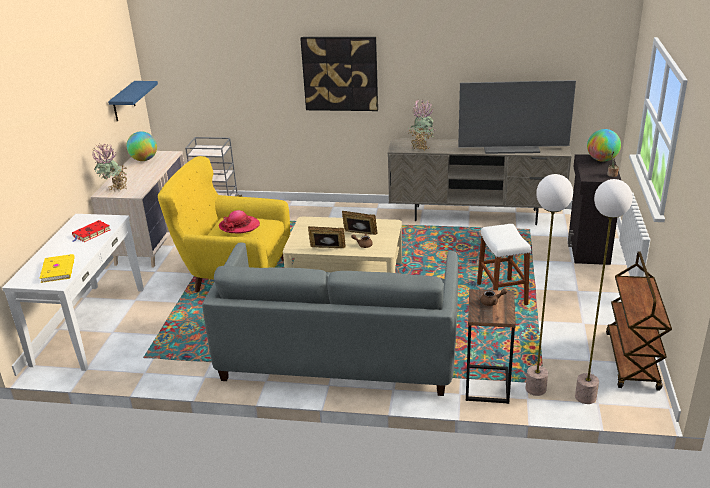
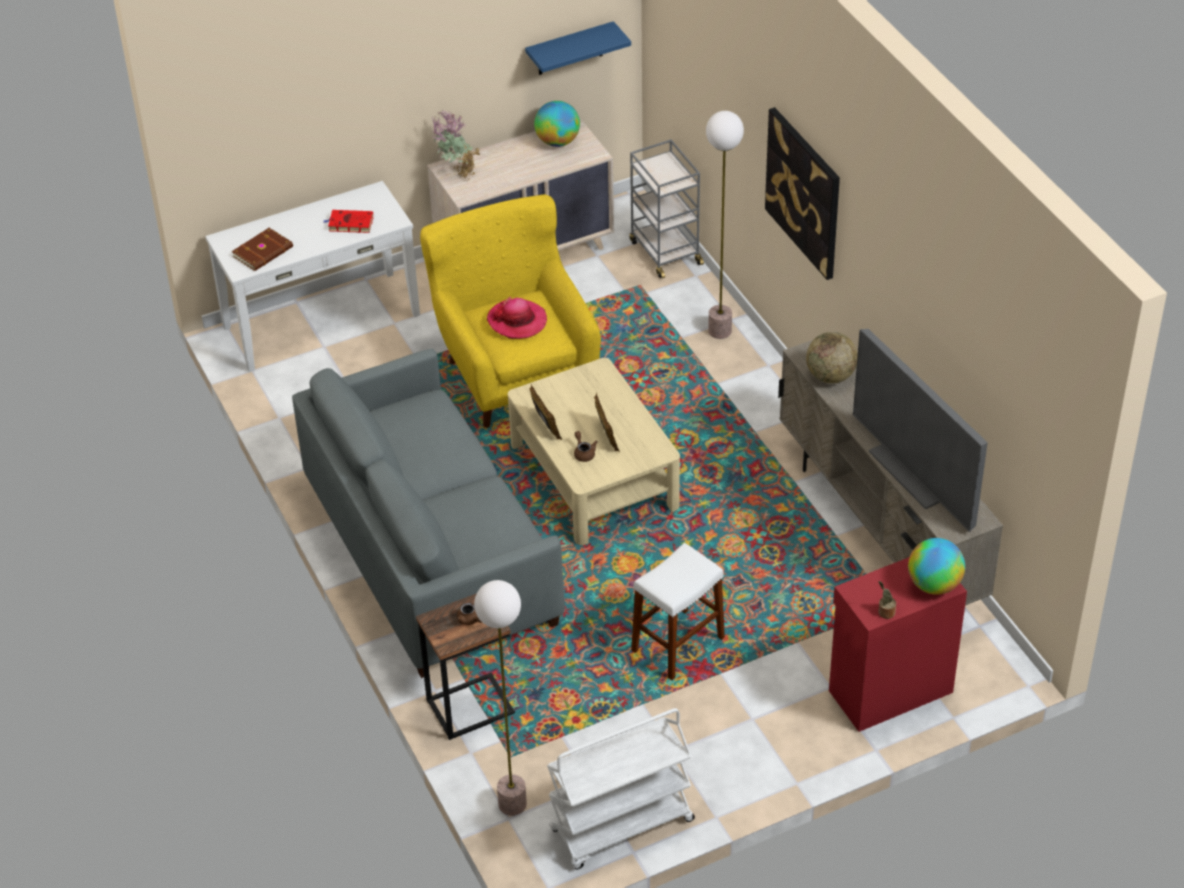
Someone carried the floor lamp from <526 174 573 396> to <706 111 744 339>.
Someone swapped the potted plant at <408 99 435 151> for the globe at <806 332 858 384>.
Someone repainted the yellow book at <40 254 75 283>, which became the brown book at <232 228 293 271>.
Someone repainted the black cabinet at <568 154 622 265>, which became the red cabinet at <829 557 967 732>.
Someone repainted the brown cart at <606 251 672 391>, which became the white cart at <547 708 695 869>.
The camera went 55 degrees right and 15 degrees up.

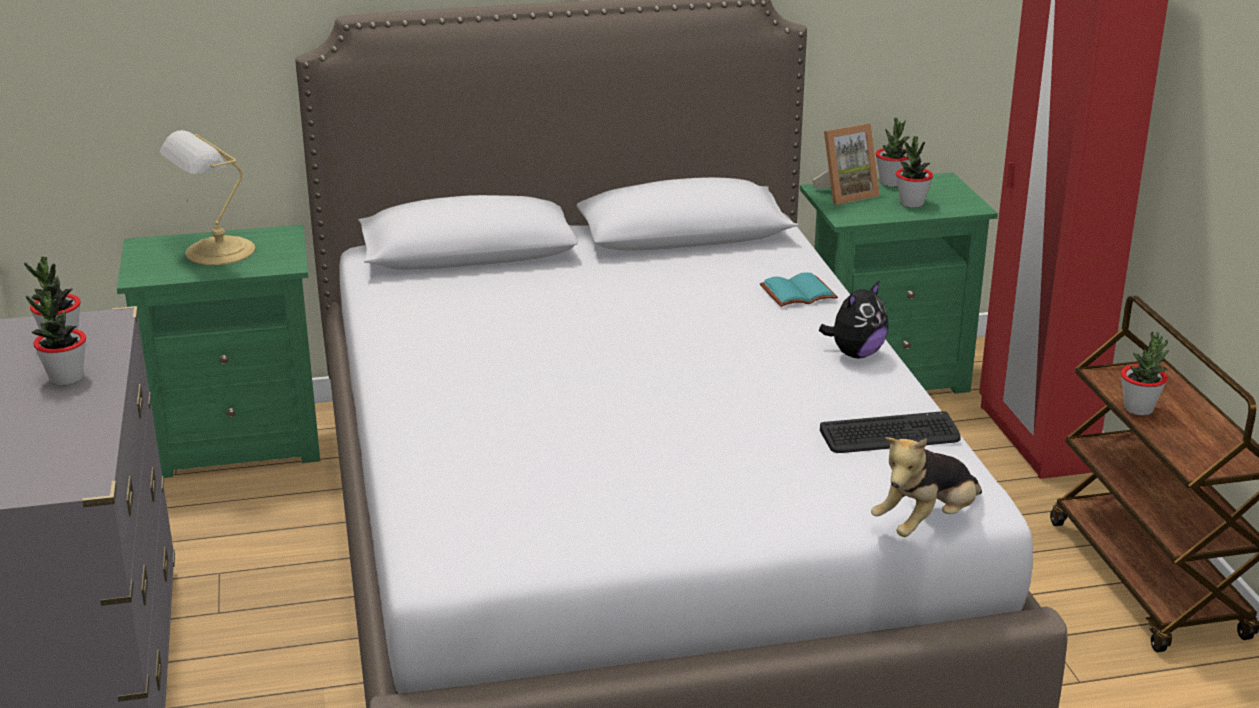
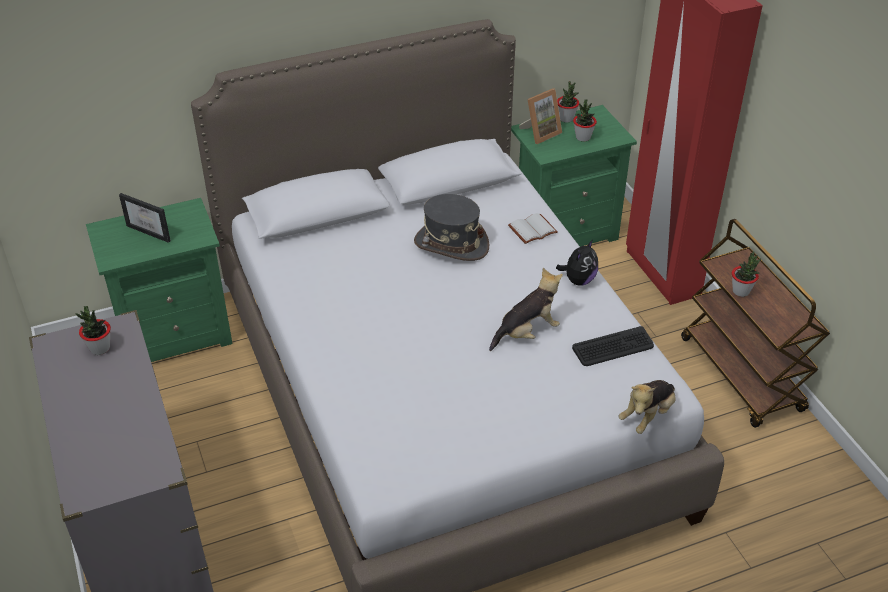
Someone took away the potted plant at <26 291 86 385>.
Someone put down the grey hat at <414 194 489 261>.
Someone put down the plush toy at <489 268 563 351>.
Someone swapped the table lamp at <159 130 255 265> for the picture frame at <119 193 171 243>.
Someone repainted the turquoise book at <760 272 838 307>, which became the white book at <508 213 558 244>.
The camera went 10 degrees left and 15 degrees up.

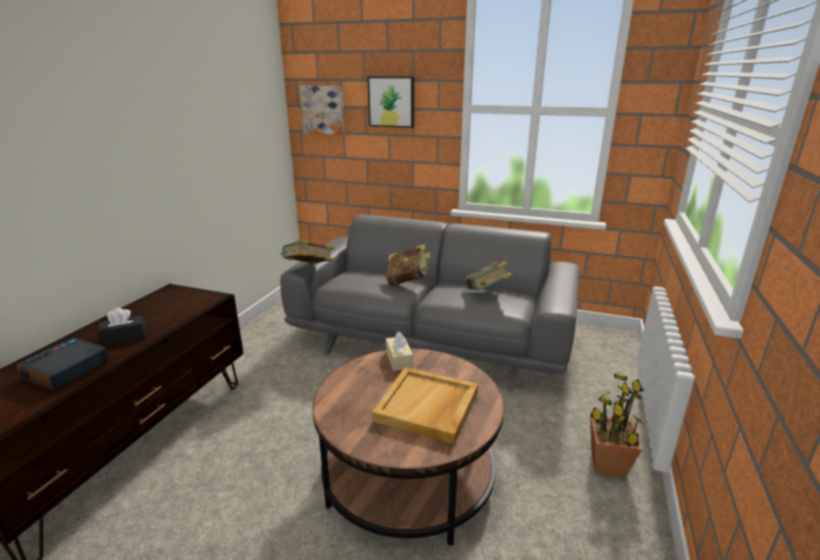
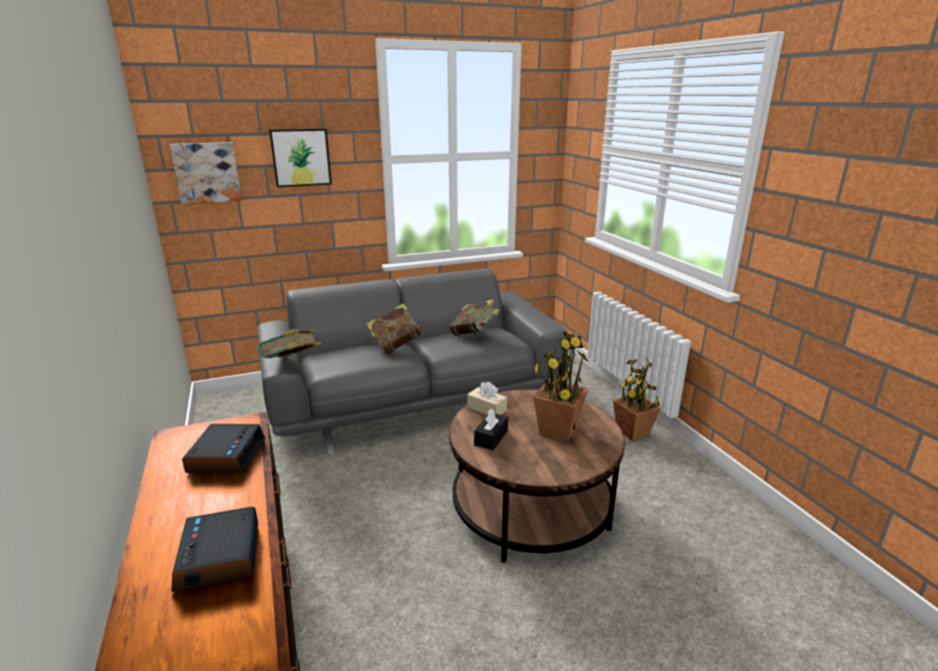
Someone put down the alarm clock at <182 424 266 474>.
Someone carried the black tissue box from <97 307 146 346> to <474 408 508 450>.
Someone swapped the beige tray at <372 367 478 444> for the potted plant at <533 332 588 441>.
The camera went 40 degrees left and 0 degrees up.

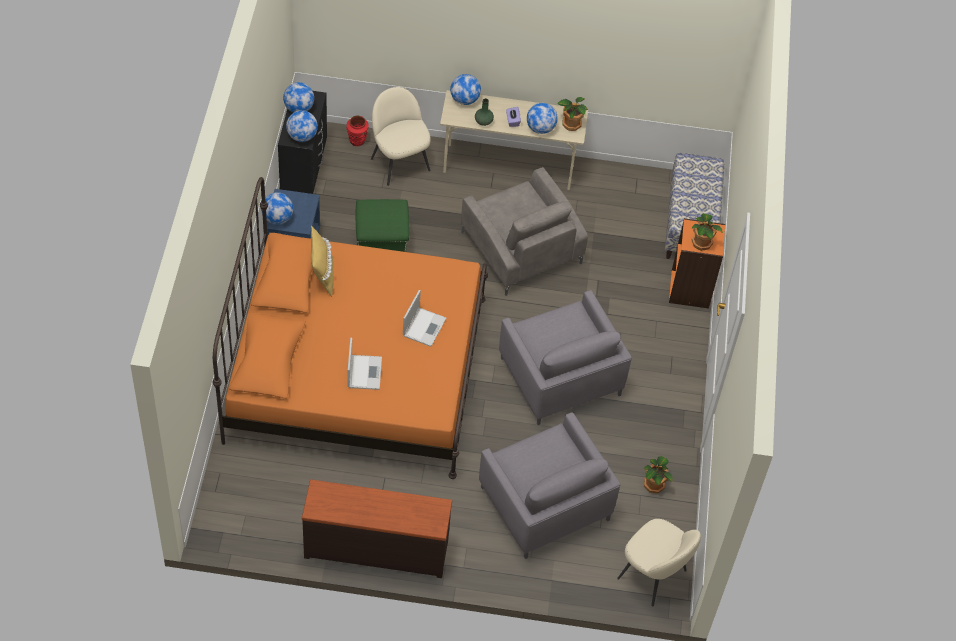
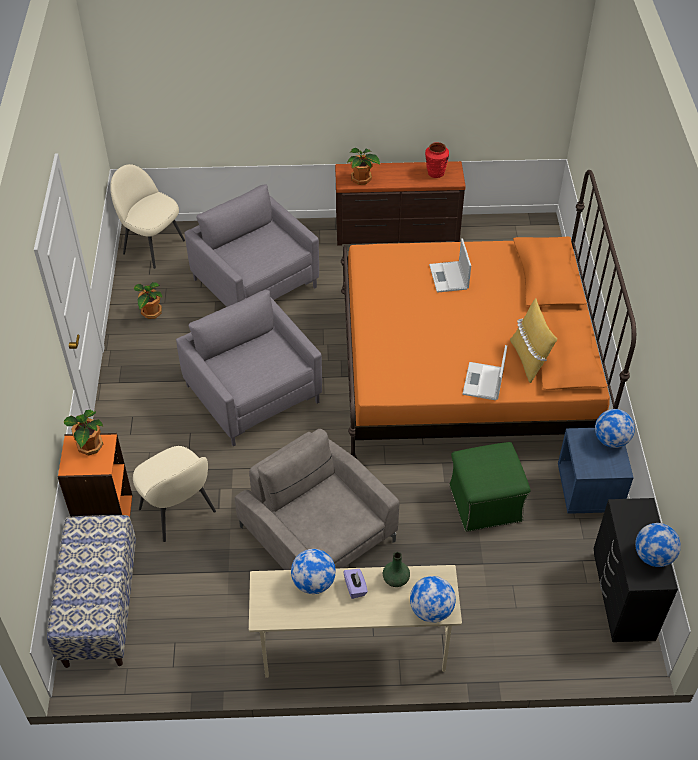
Someone took away the globe at <286 110 318 142>.
Someone carried the red vase from <347 116 369 146> to <425 142 449 178>.
Someone carried the beige chair from <371 87 431 186> to <133 446 216 542>.
Someone carried the laptop from <403 290 446 347> to <463 345 507 400>.
Someone carried the potted plant from <557 97 588 131> to <347 148 380 185>.
The camera went 175 degrees right and 5 degrees down.

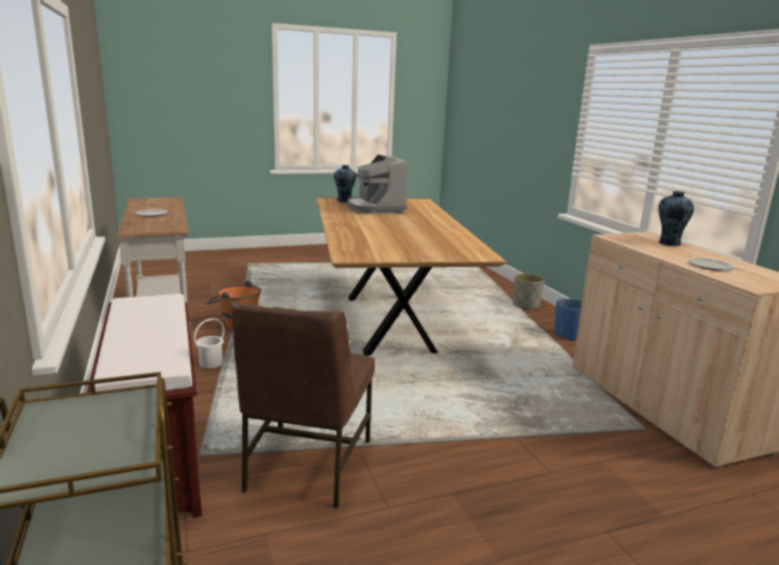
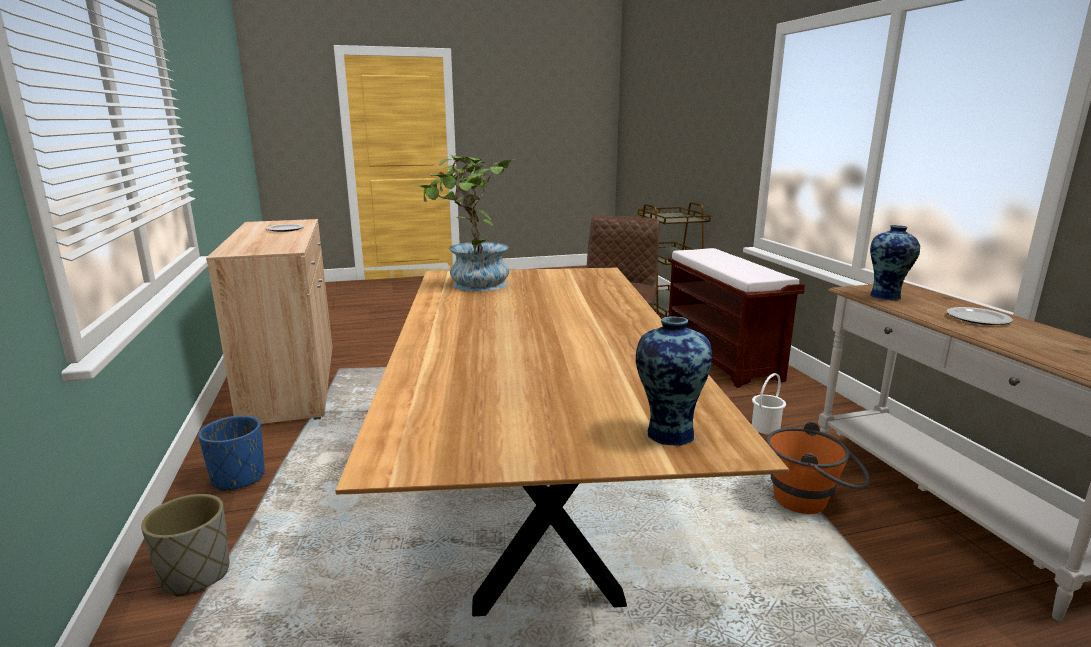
Someone took away the coffee machine at <347 154 408 214>.
Someone put down the potted plant at <413 155 513 291>.
Someone carried the vase from <658 191 694 246> to <870 225 920 301>.
The camera went 175 degrees left and 0 degrees up.

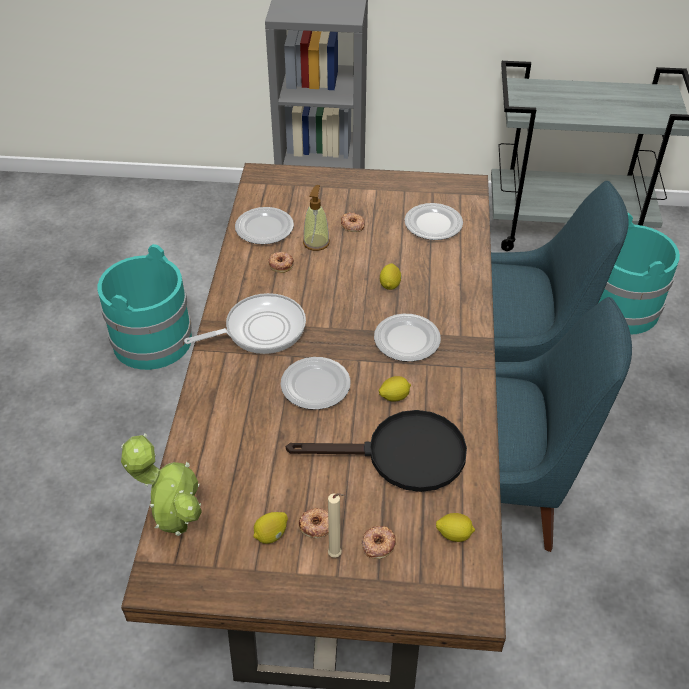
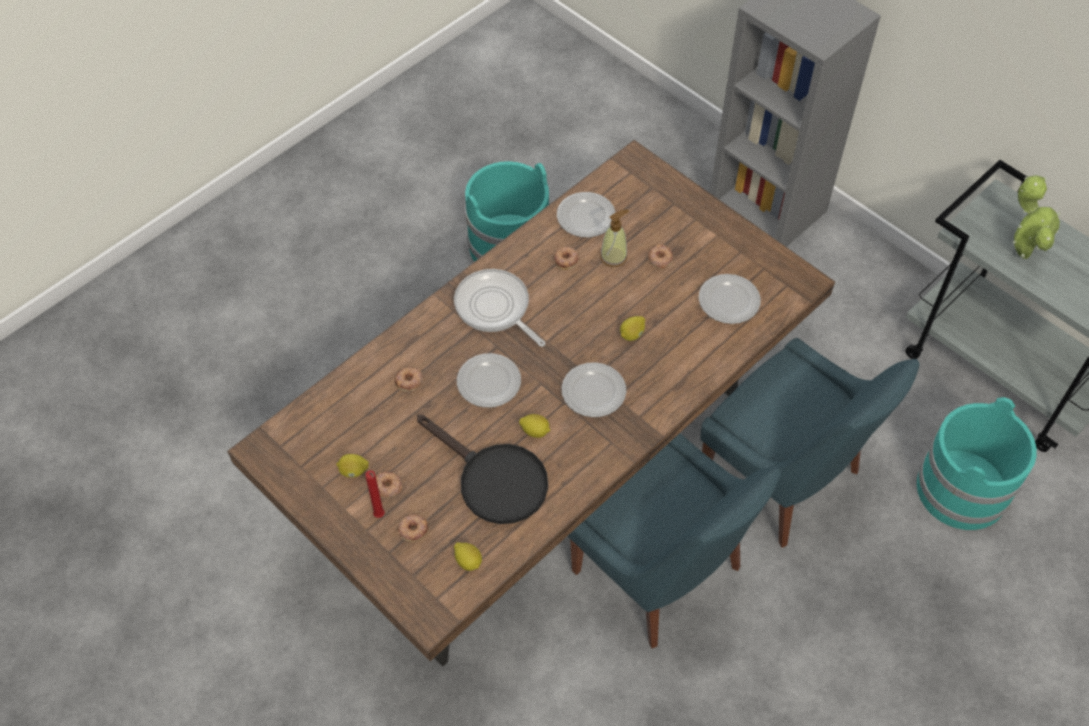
Someone put down the donut at <395 367 423 391>.
Someone carried the potted plant from <121 433 202 536> to <1013 175 1060 259>.
Someone repainted the beige candle at <328 493 346 558>, which became the red candle at <365 470 385 518>.
Someone rotated the frying pan at <184 293 306 354> by 150 degrees counterclockwise.
The camera went 40 degrees right and 10 degrees up.

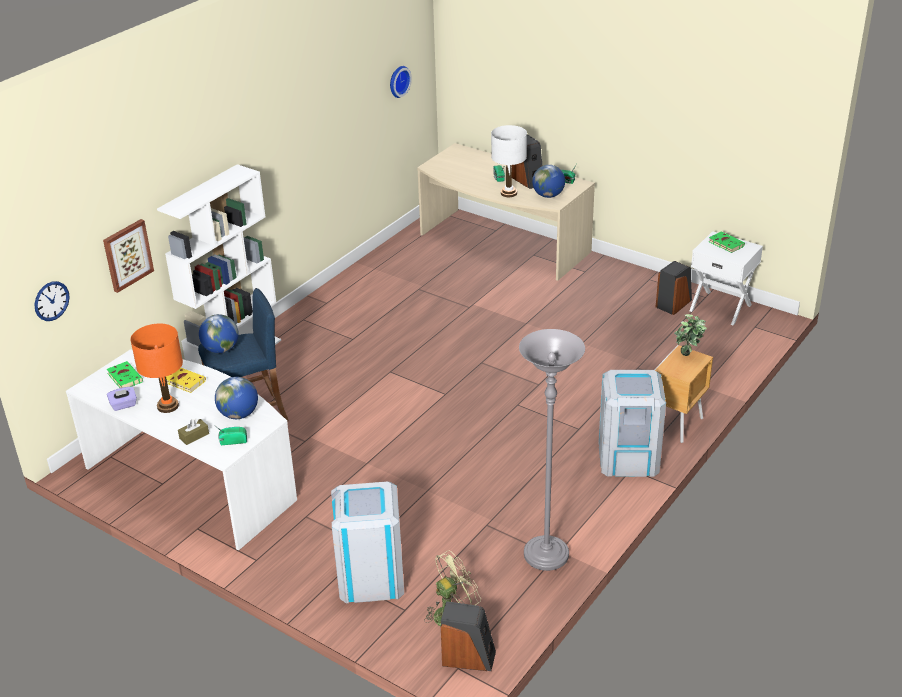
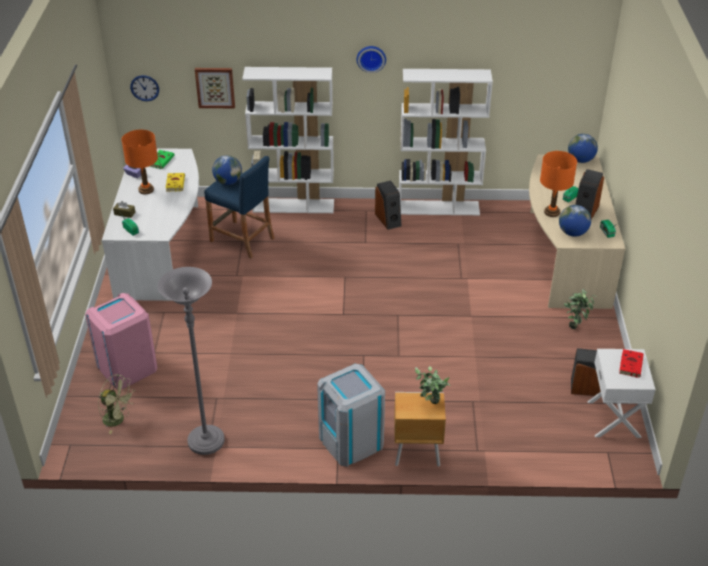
Someone put down the white bookcase at <399 69 493 215>.
Someone put down the potted plant at <564 289 597 329>.
Someone carried the globe from <215 377 258 419> to <568 134 598 163>.
Someone carried the wall clock from <390 66 412 98> to <357 46 386 73>.
Someone carried the speaker from <441 601 496 671> to <375 181 401 230>.
Someone repainted the grey trash can at <331 481 404 603>, which became the pink trash can at <85 293 158 389>.
Someone repainted the white table lamp at <491 125 527 197>, which became the orange table lamp at <540 151 577 217>.
Someone repainted the green book at <708 231 745 253>, which became the red book at <619 349 644 378>.
The camera went 55 degrees right and 5 degrees up.

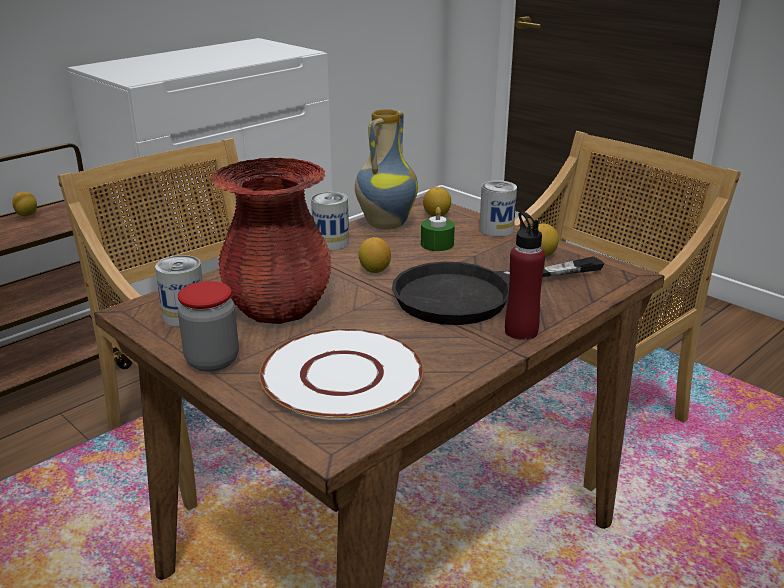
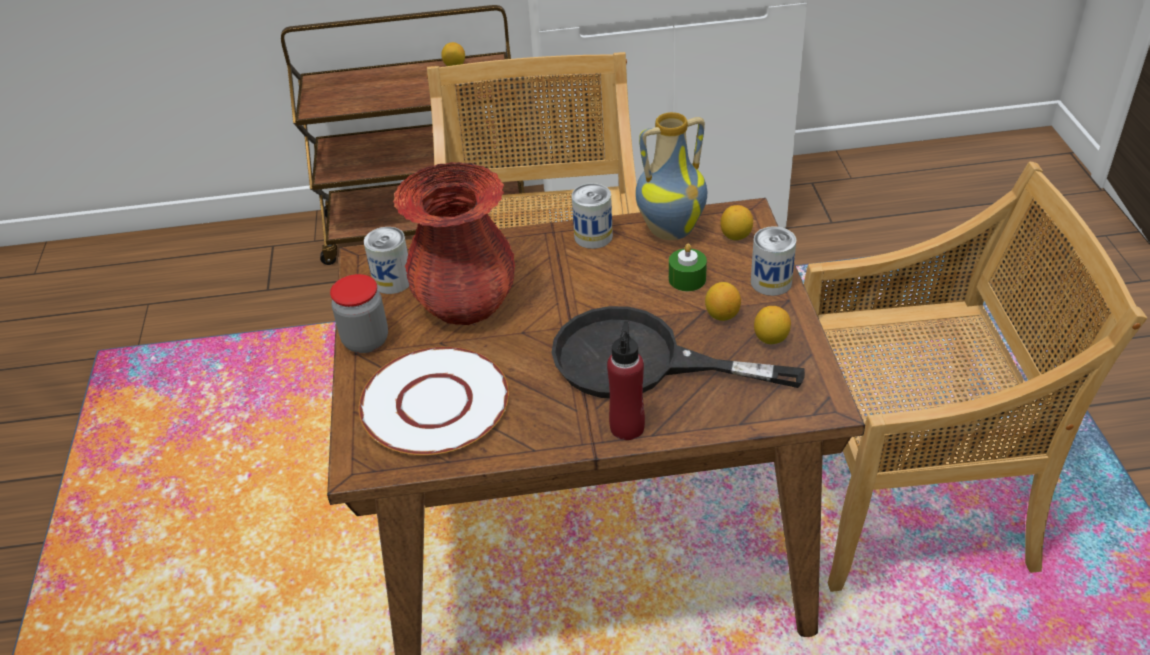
Someone carried the lemon from <358 237 391 273> to <705 282 741 321>.
The camera went 40 degrees right and 15 degrees up.

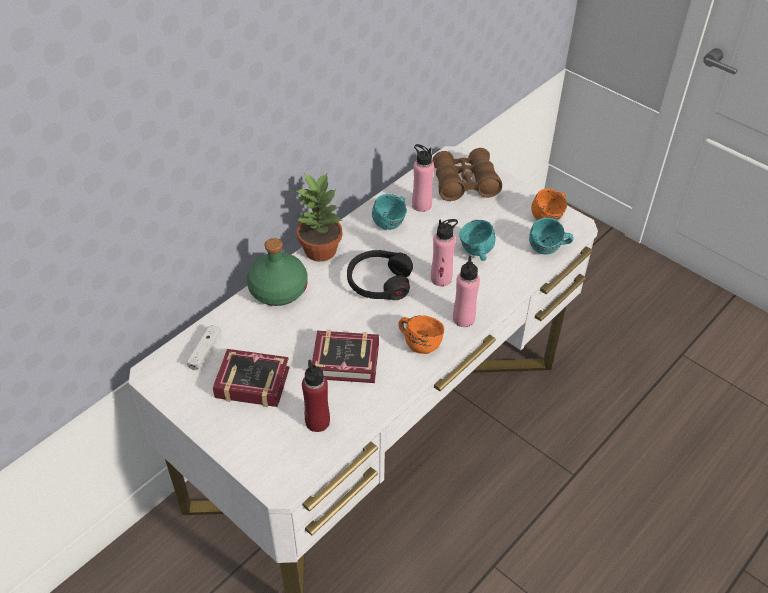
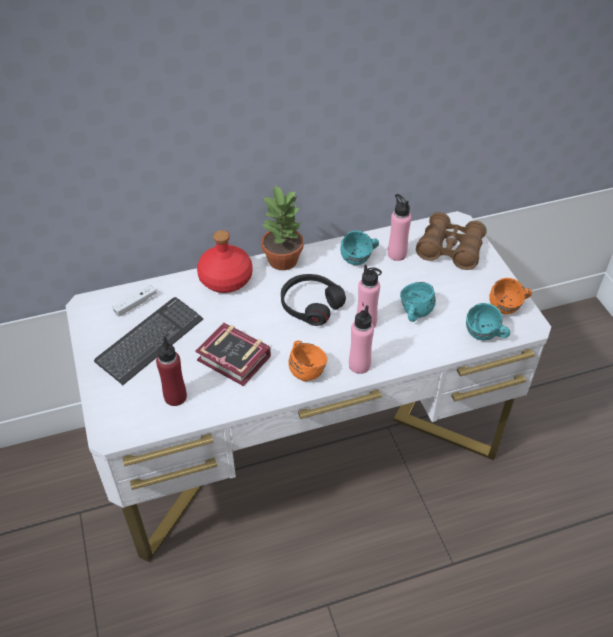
Someone swapped the book at <213 349 290 407> for the keyboard at <94 297 203 386>.
Someone repainted the green bottle at <247 238 308 306>, which became the red bottle at <197 230 252 293>.
The camera went 30 degrees right and 0 degrees up.

